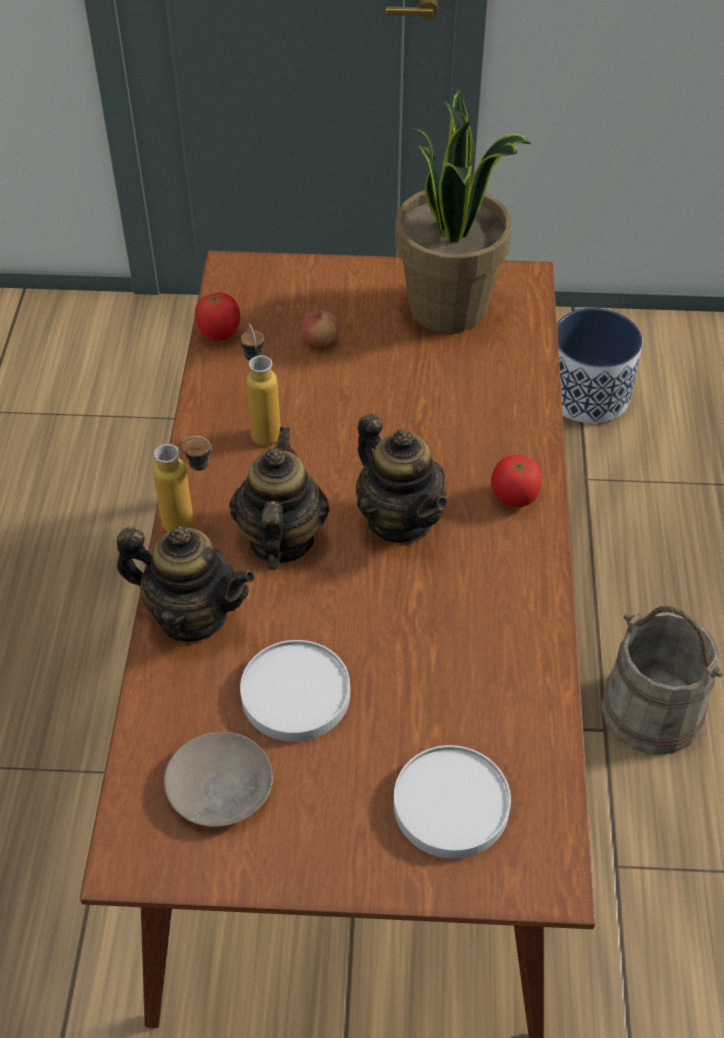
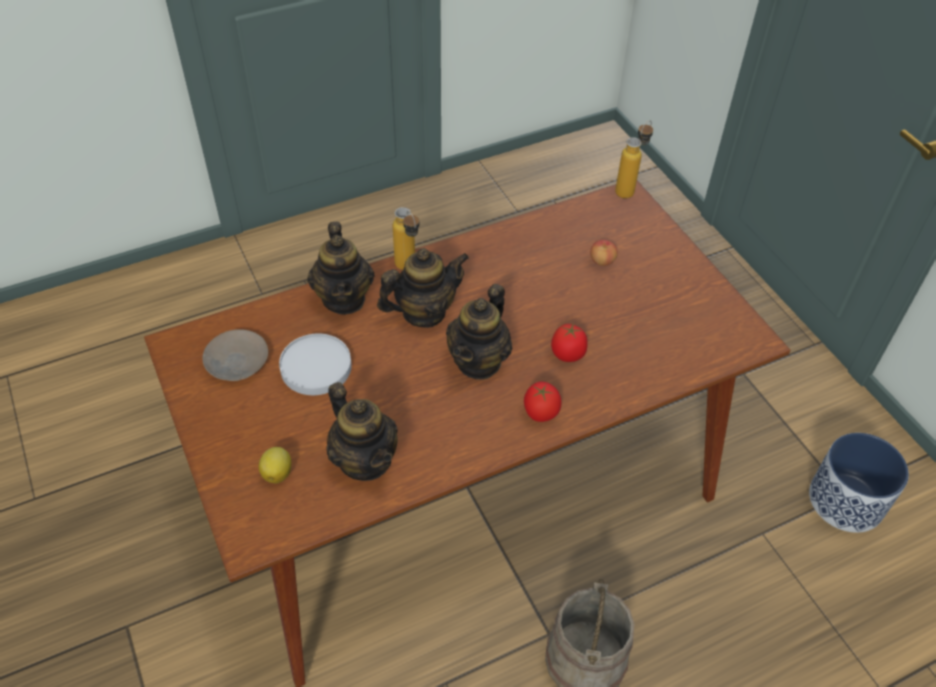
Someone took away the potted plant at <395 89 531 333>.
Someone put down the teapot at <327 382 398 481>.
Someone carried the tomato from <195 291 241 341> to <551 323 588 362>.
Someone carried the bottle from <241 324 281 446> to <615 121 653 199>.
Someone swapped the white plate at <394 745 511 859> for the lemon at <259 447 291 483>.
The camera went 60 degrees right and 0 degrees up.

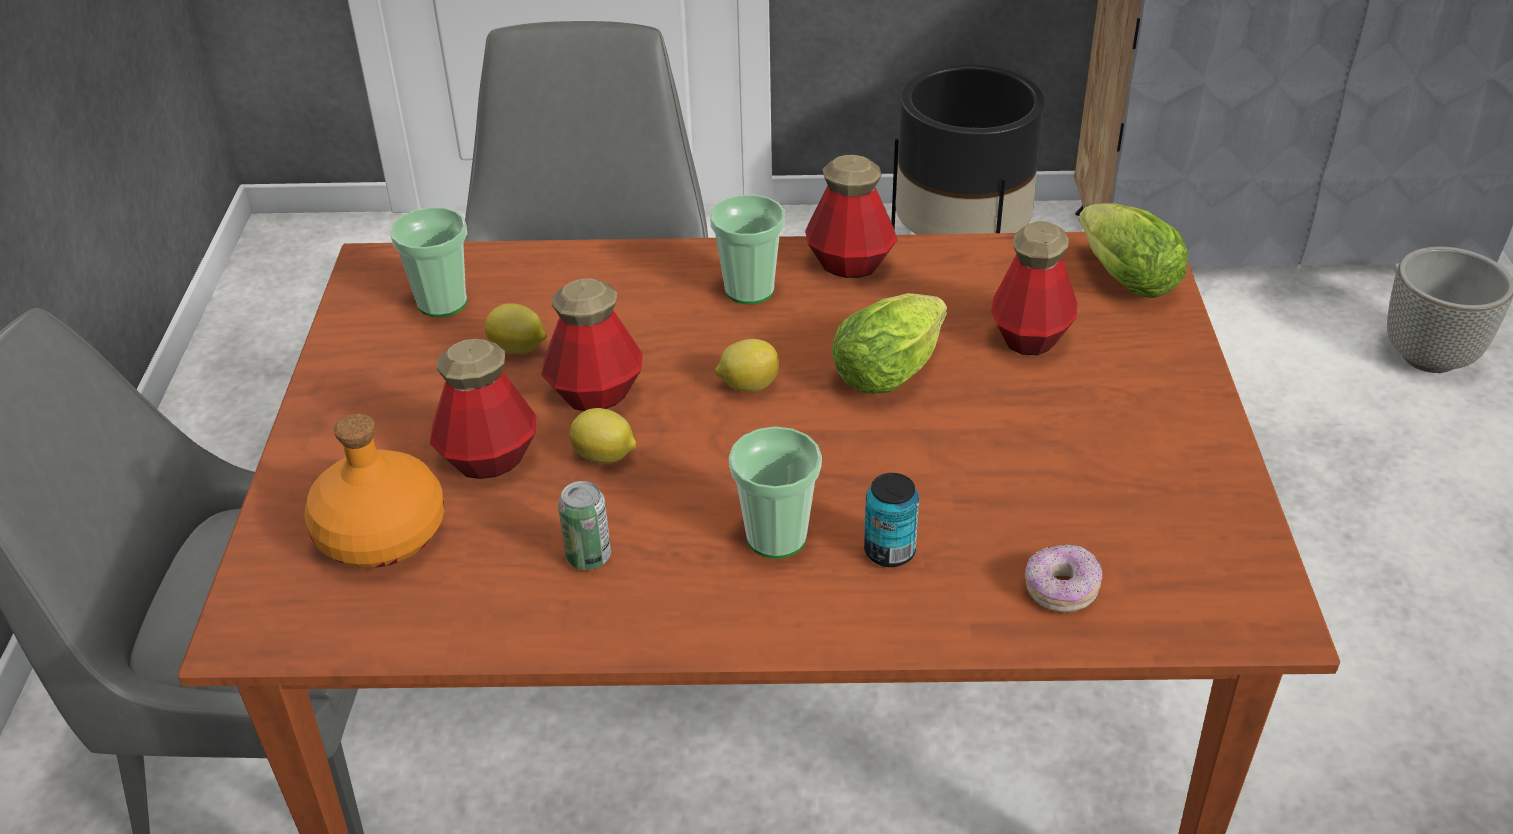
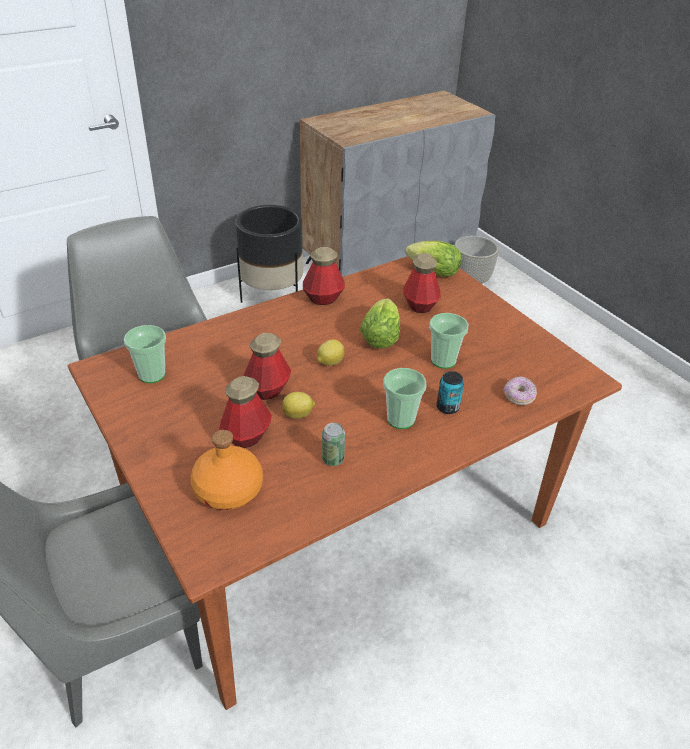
Someone took away the lemon at <485 303 547 354>.
Someone carried the cup from <710 195 785 304> to <429 313 469 369>.
The camera went 35 degrees left and 0 degrees up.

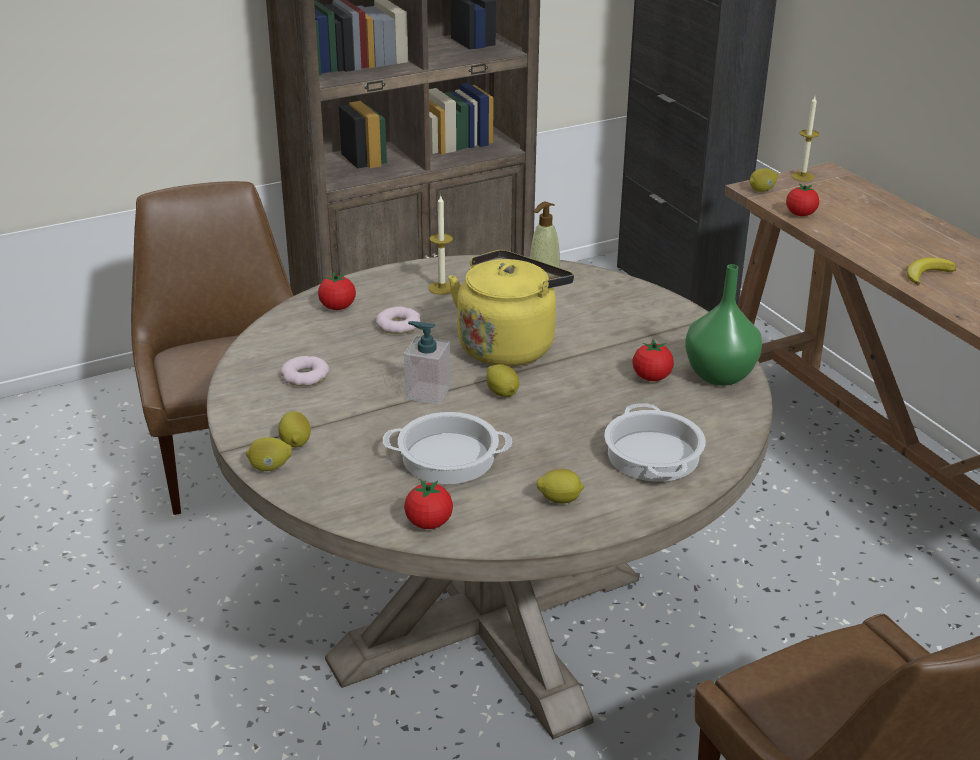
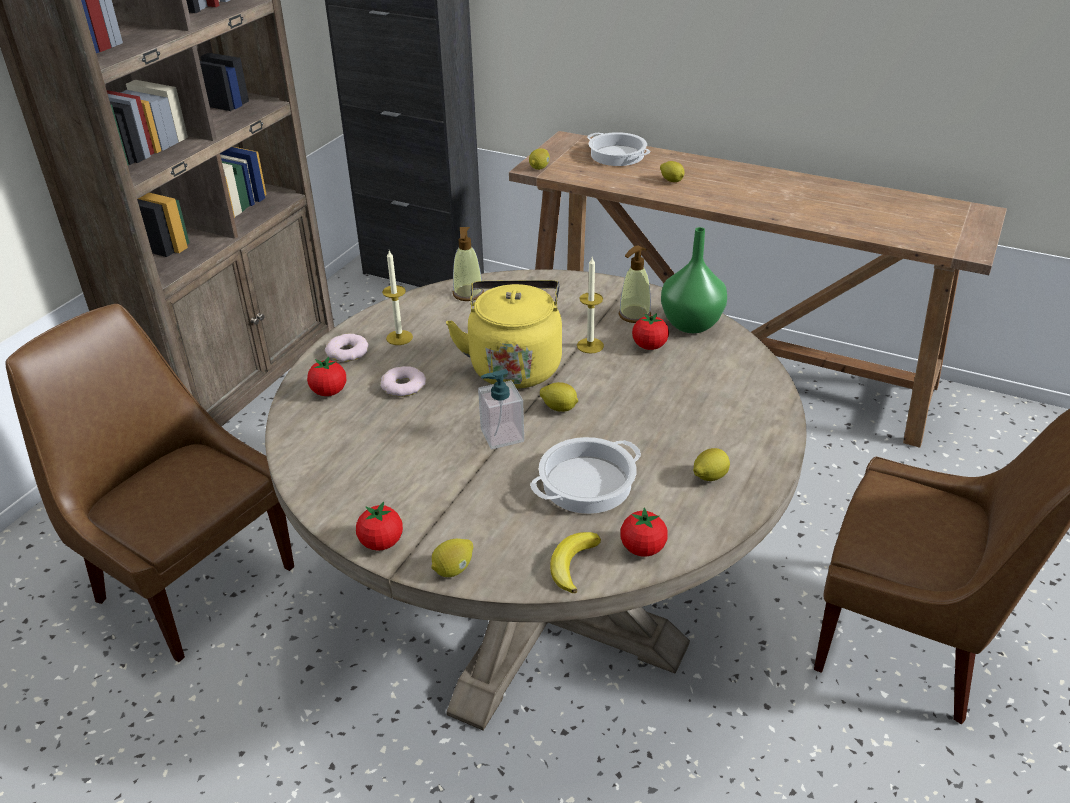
Someone put down the soap dispenser at <619 246 651 323>.
Someone carried the lemon from <279 411 311 448> to <660 161 685 182>.
Someone carried the donut from <280 356 329 386> to <325 334 369 362>.
Someone carried the cooking pot from <604 403 706 482> to <587 132 651 166>.
Someone carried the tomato from <786 183 819 216> to <356 502 403 551>.
Someone carried the candle from <792 96 819 182> to <577 257 604 354>.
Someone carried the banana from <907 258 956 285> to <550 532 601 593>.
The camera went 35 degrees left and 5 degrees up.

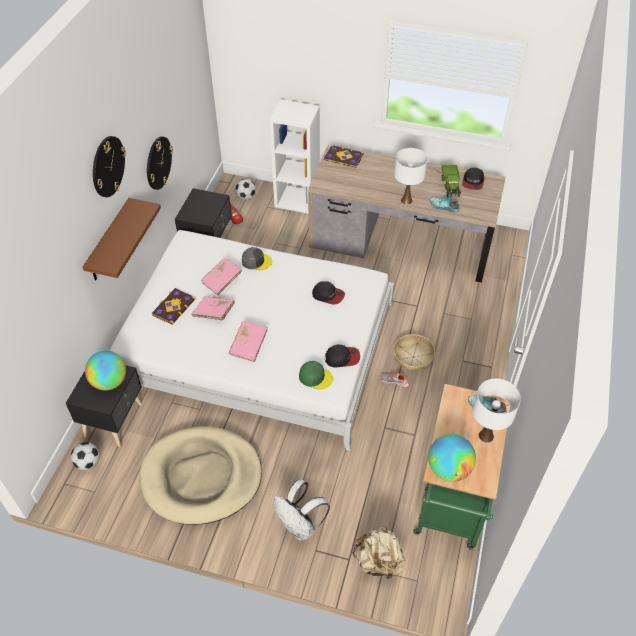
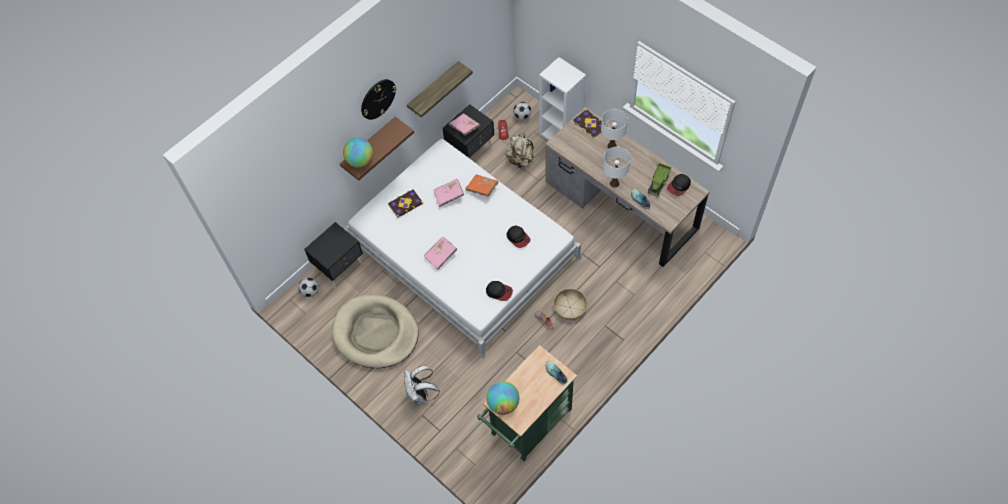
Someone took away the green cap at <299 361 333 389>.
Someone carried the globe from <85 351 126 390> to <343 138 373 167>.
Someone carried the pink book from <191 296 235 320> to <449 114 480 136>.
Someone carried the beige backpack from <352 526 405 581> to <505 133 534 169>.
Someone carried the white table lamp from <473 379 521 443> to <601 109 628 149>.
Someone swapped the wall clock at <147 136 173 190> for the shelf at <407 61 473 117>.
Someone swapped the grey cap at <242 247 272 270> for the orange book at <465 175 499 197>.
The camera went 30 degrees right and 10 degrees up.

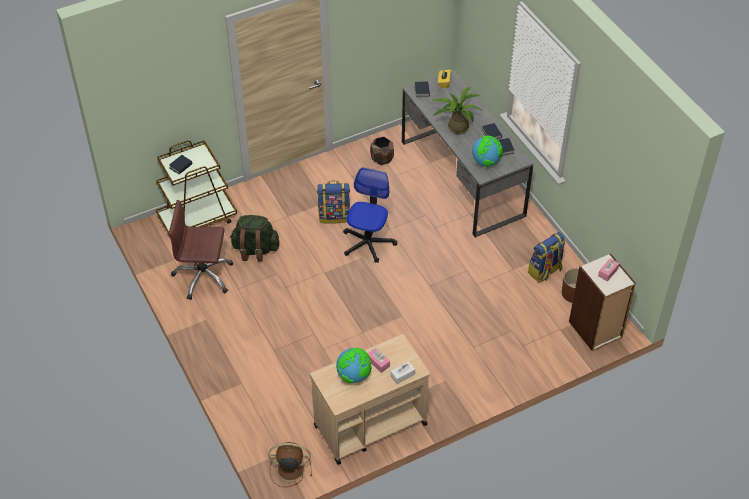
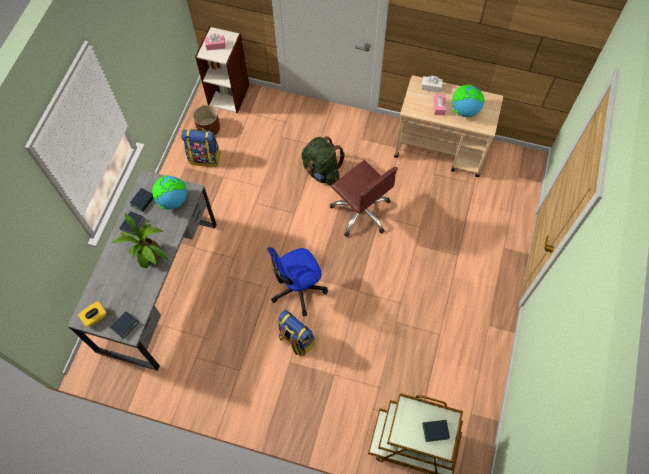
Someone took away the brown fan at <269 442 312 487>.
Someone took away the brown planter at <370 137 394 165>.
Someone carried the brown office chair from <169 200 233 300> to <330 160 398 237>.
Someone carried the green backpack from <230 215 279 262> to <302 136 345 186>.
The camera went 135 degrees left and 15 degrees up.

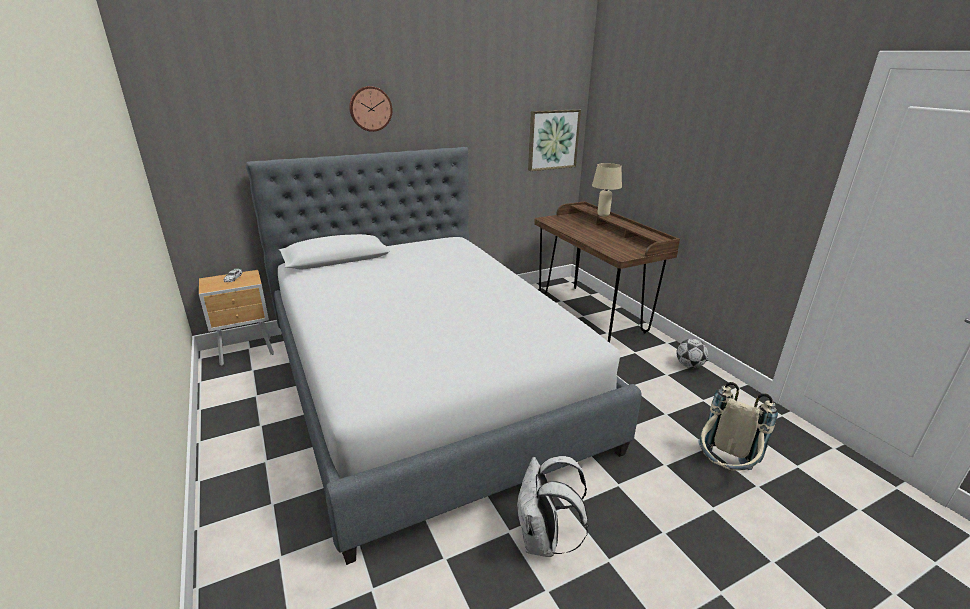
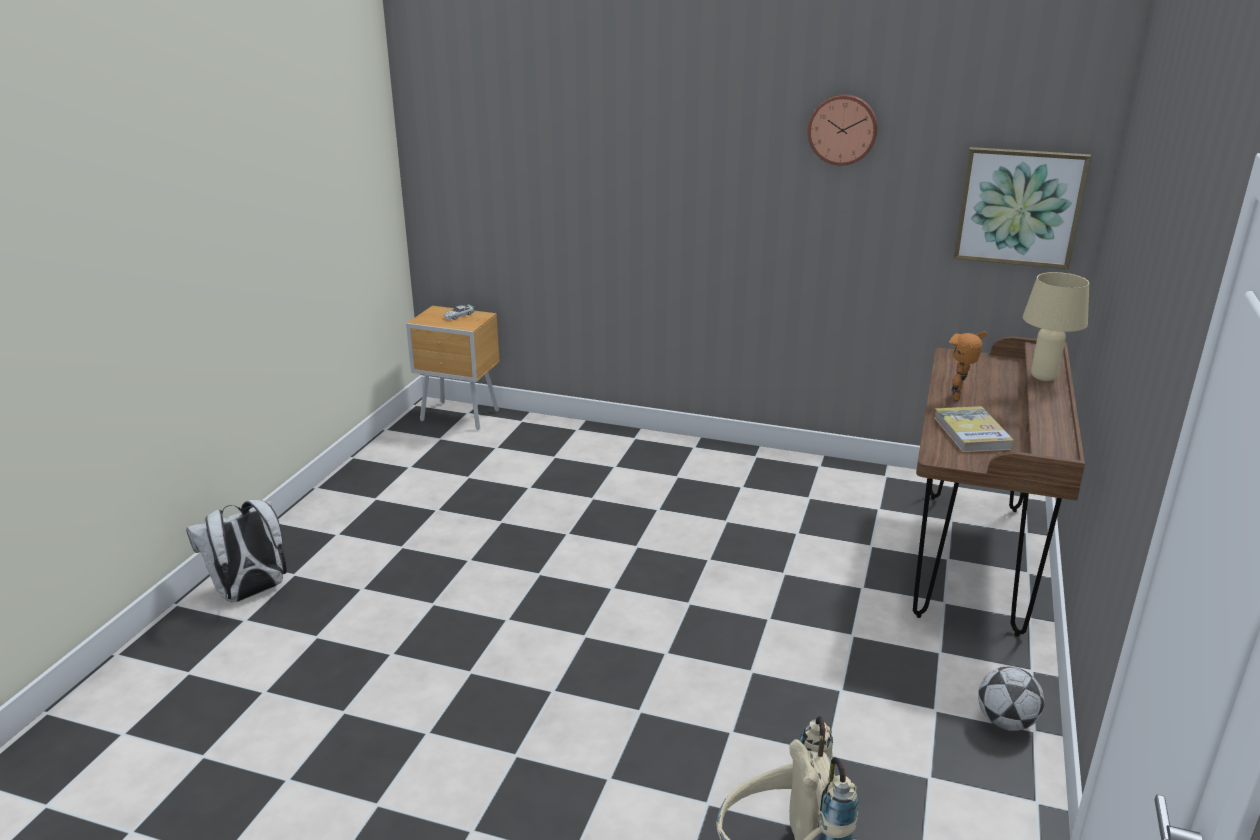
Someone took away the bed at <246 147 642 565>.
Someone put down the book at <934 406 1014 452>.
Someone put down the toy robot at <948 331 987 401>.
Someone carried the wall clock from <349 86 392 132> to <808 94 878 166>.
Someone carried the white backpack from <516 456 589 557> to <186 500 287 602>.
The camera went 45 degrees right and 0 degrees up.

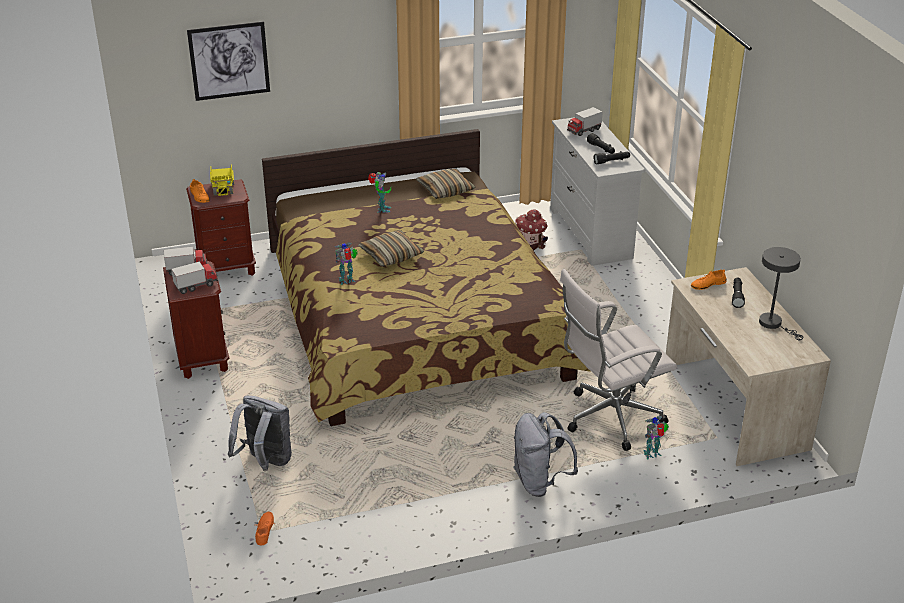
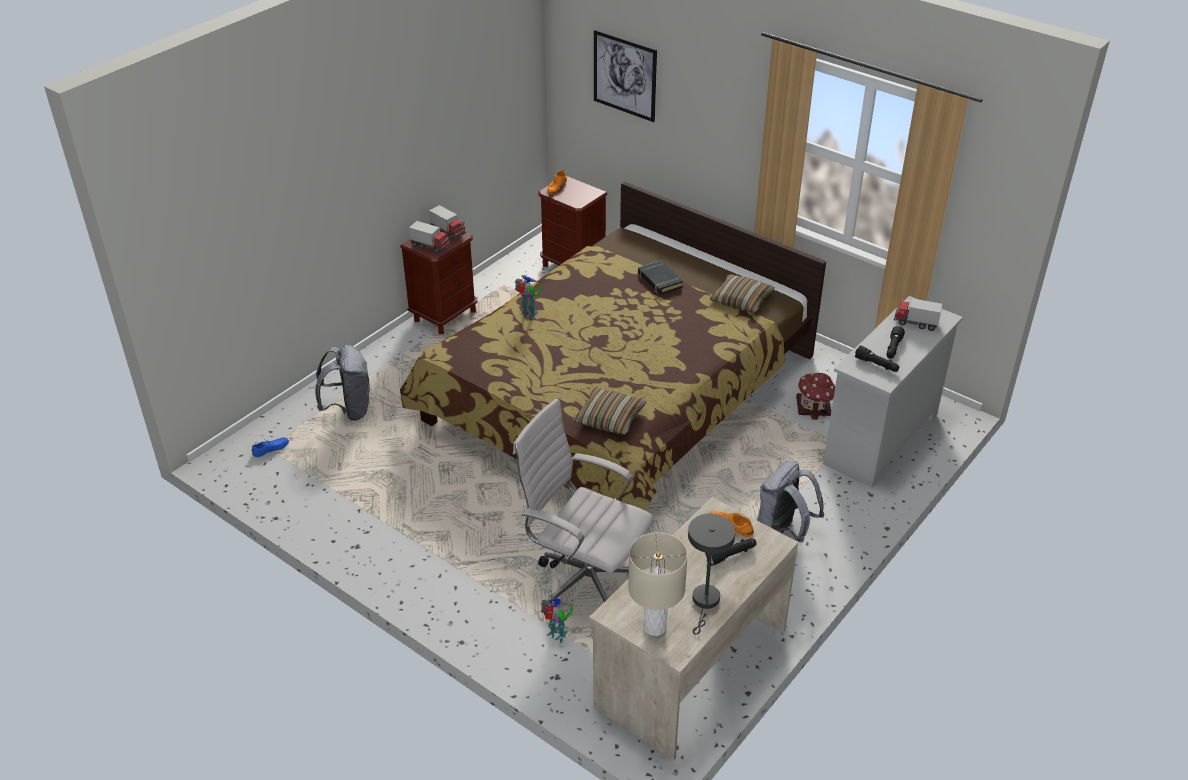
Someone took away the toy truck at <210 164 234 196>.
Someone put down the beige table lamp at <628 532 688 636>.
Someone carried the pillow from <358 230 424 267> to <573 387 646 435>.
Someone carried the grey backpack from <513 412 578 497> to <757 461 824 542>.
Someone swapped the toy robot at <368 172 391 213> for the black book at <638 260 683 295>.
Someone repainted the orange shoe at <254 512 274 545>, which became the blue shoe at <252 437 289 457>.
The camera went 55 degrees right and 5 degrees up.

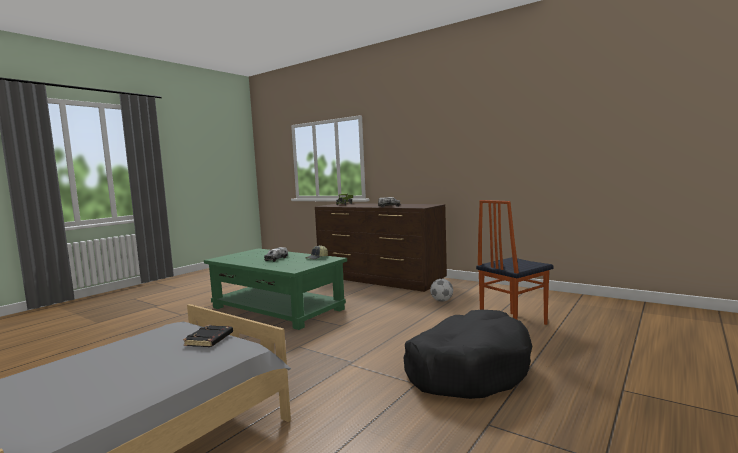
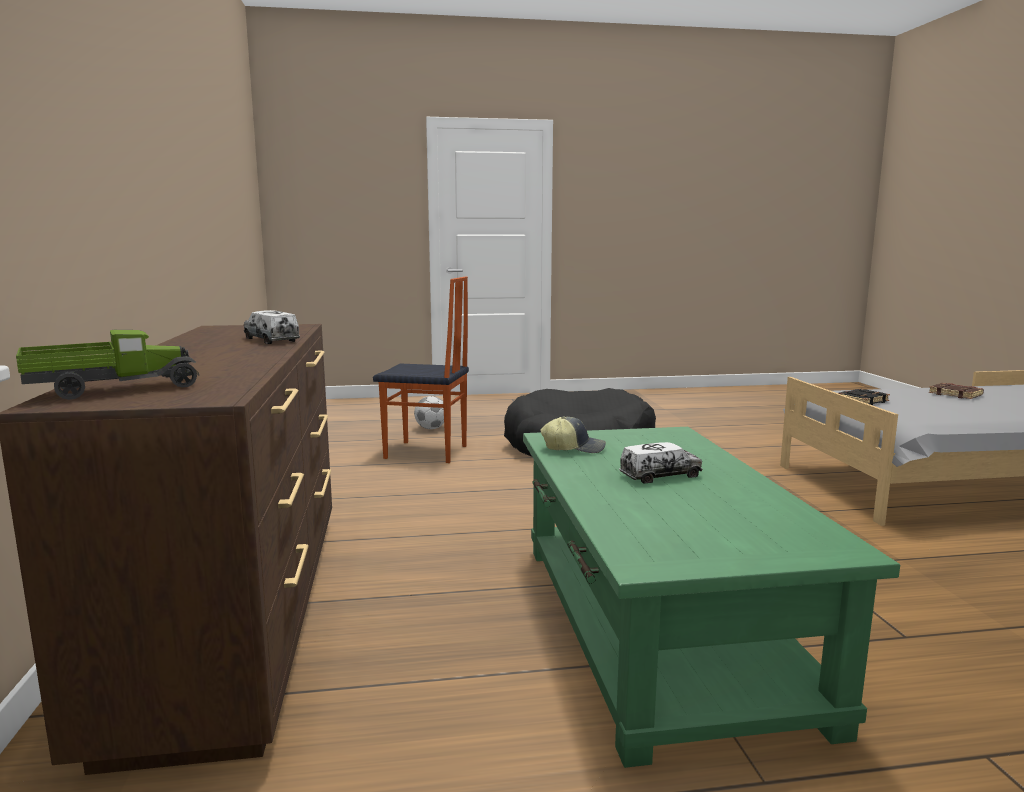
Someone put down the brown book at <929 383 984 399>.
Someone carried the football from <430 279 453 302> to <414 396 444 429>.
The camera went 135 degrees left and 5 degrees up.

